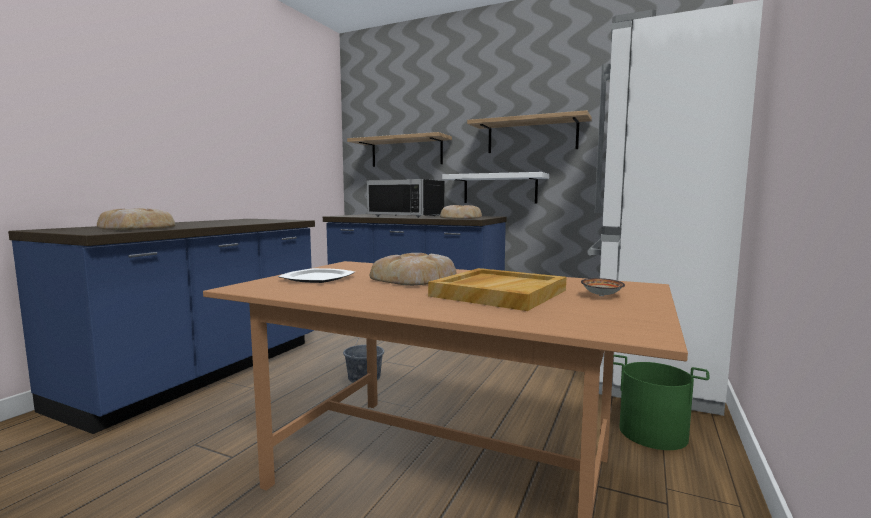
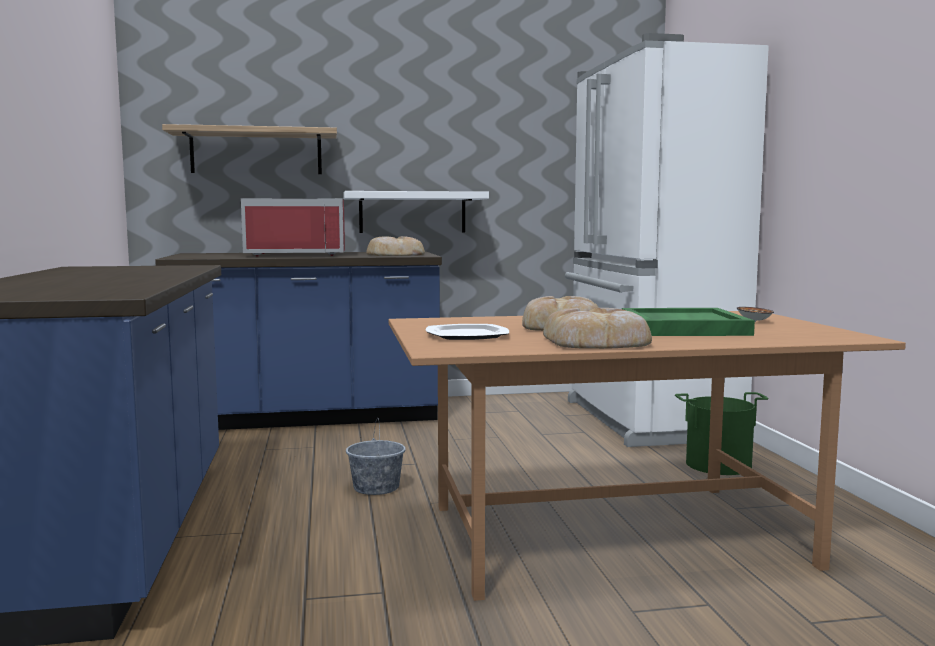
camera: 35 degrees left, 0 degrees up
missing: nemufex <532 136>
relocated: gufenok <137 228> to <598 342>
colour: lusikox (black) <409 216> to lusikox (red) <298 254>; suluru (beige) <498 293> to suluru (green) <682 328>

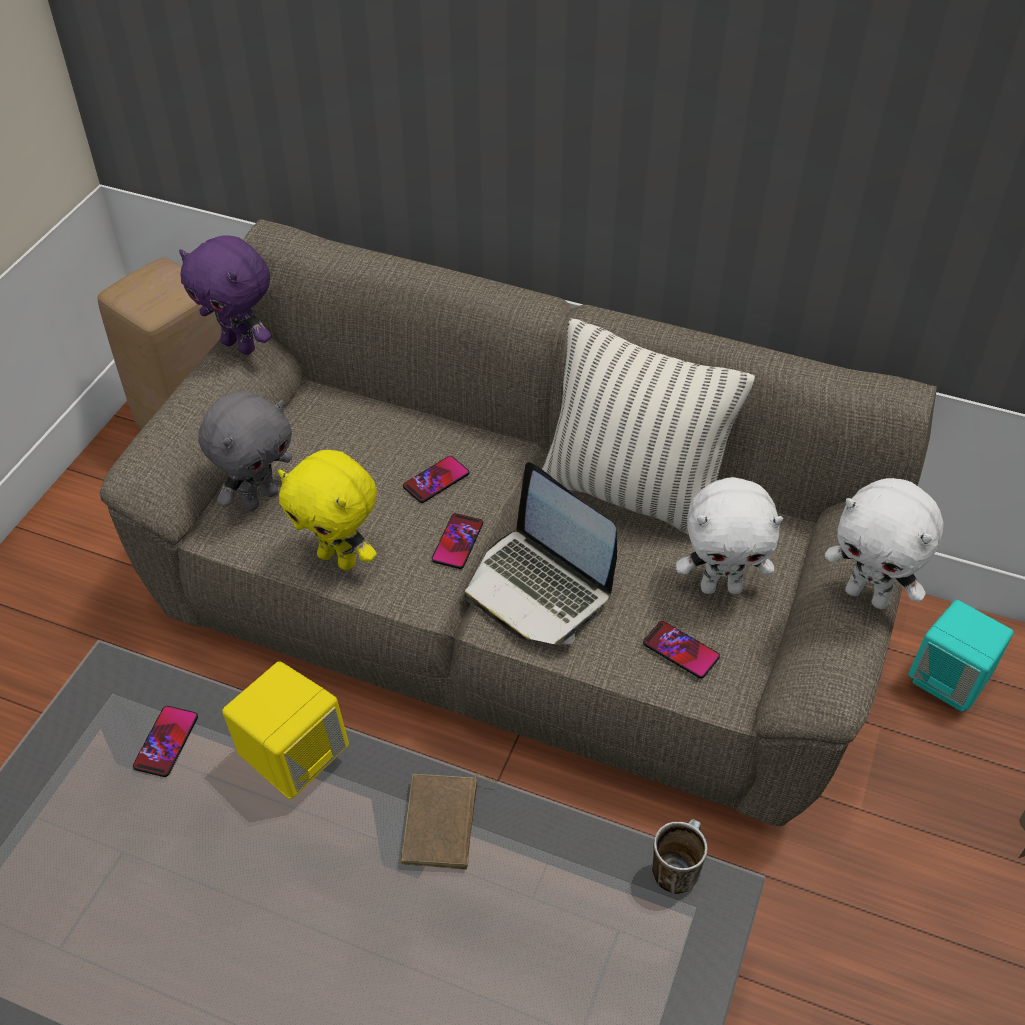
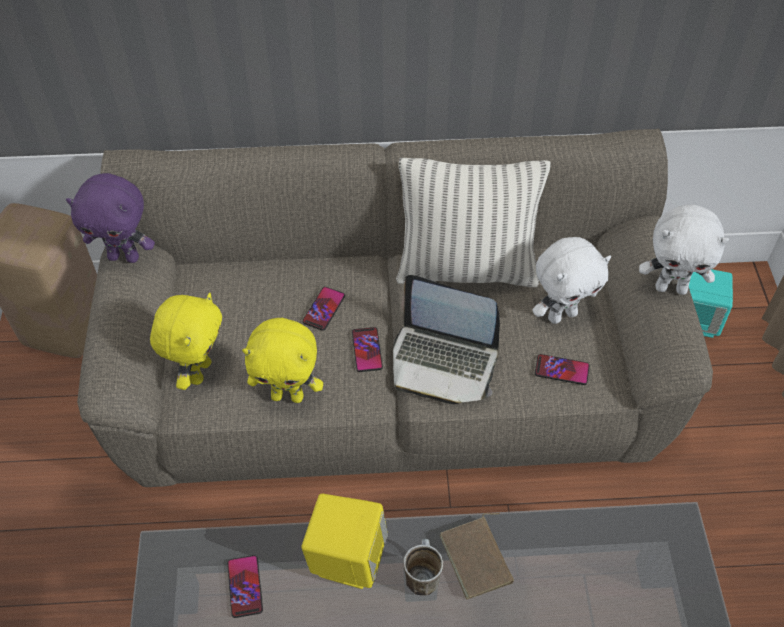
camera: 25 degrees left, 5 degrees up
relocated: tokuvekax <676 868> to <421 575>
colour: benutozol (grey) <259 498> to benutozol (yellow) <198 371>

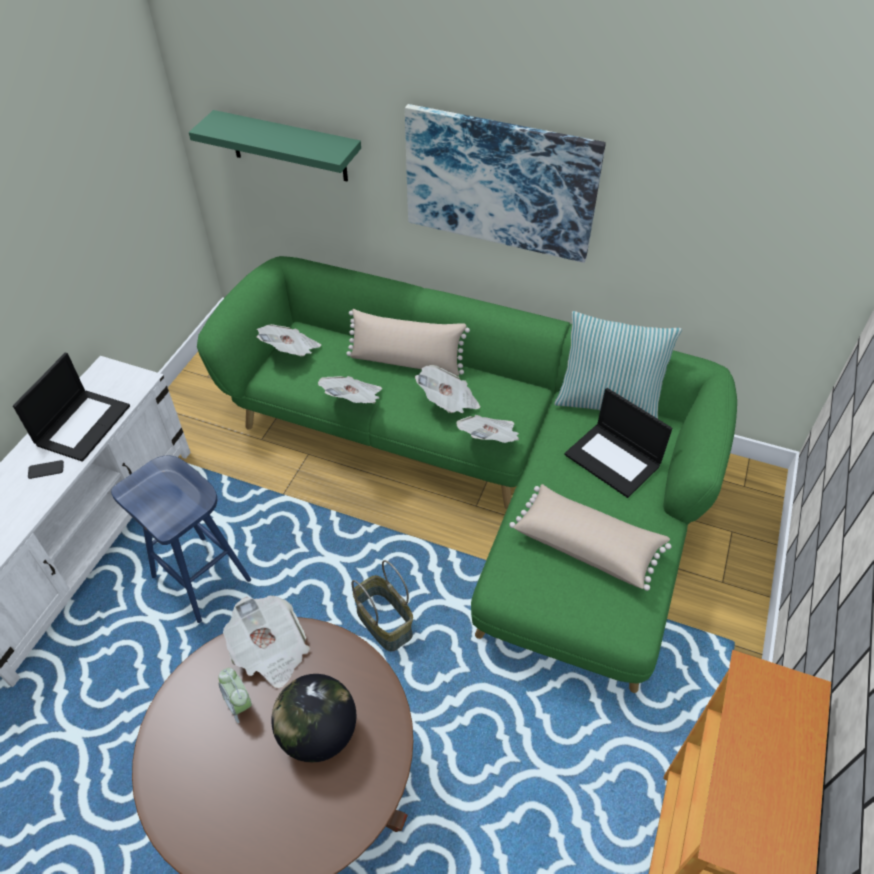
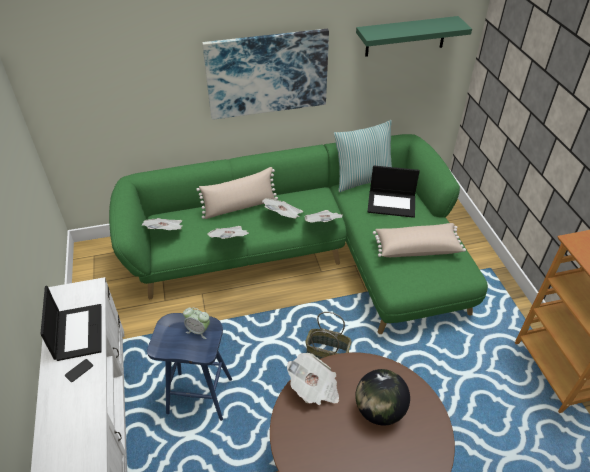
camera: 35 degrees left, 5 degrees down
relocated: nemufex (green) <288 146> to <406 36>; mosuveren <239 703> to <198 330>

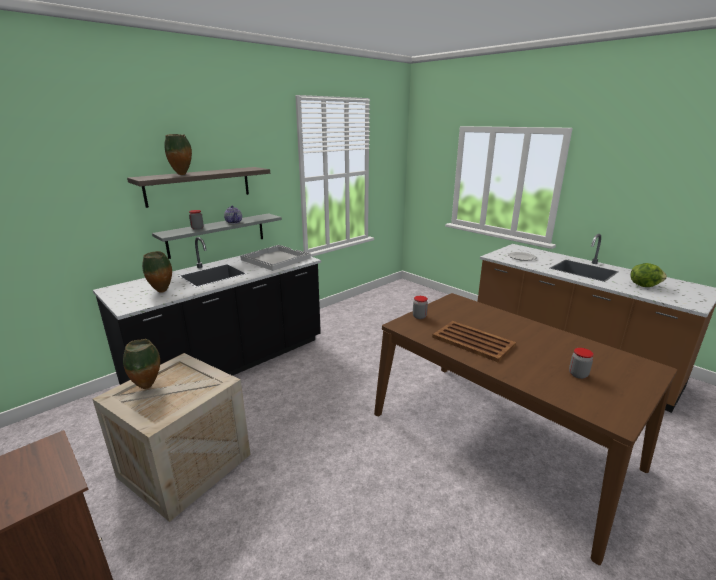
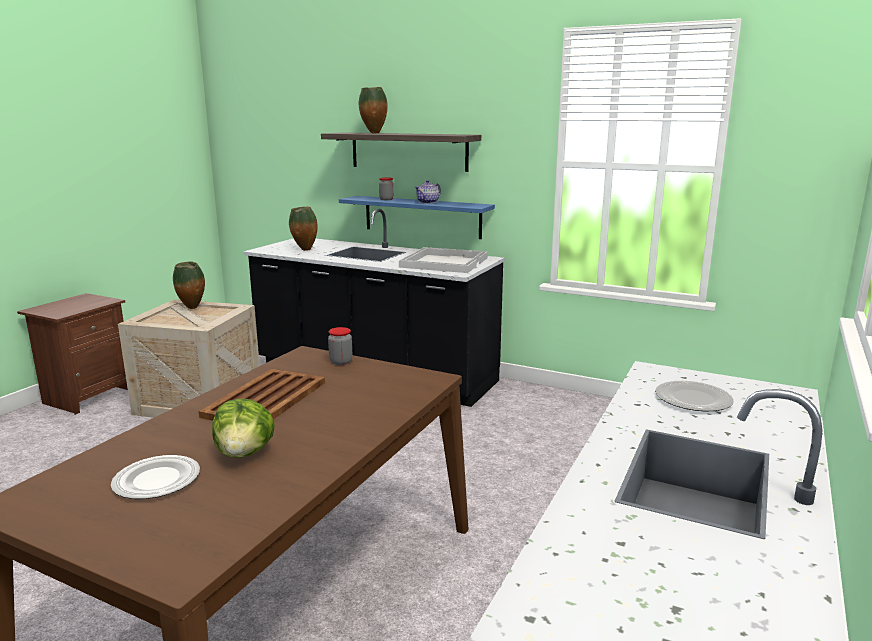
camera: 70 degrees right, 5 degrees down
relocated: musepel <643 285> to <245 453>
exchanged: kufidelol <578 374> to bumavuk <158 480>
colour: nemufex (grey) <217 235> to nemufex (blue) <422 216>

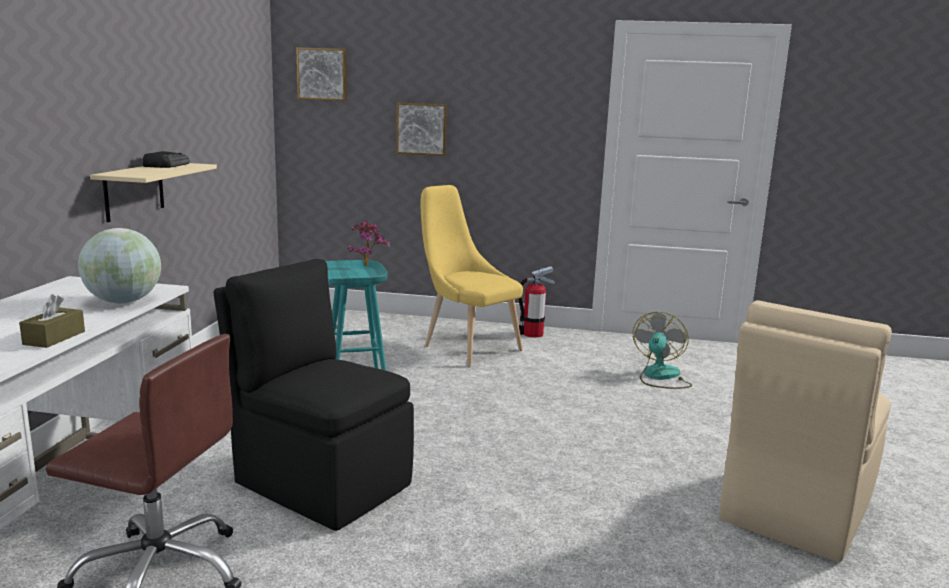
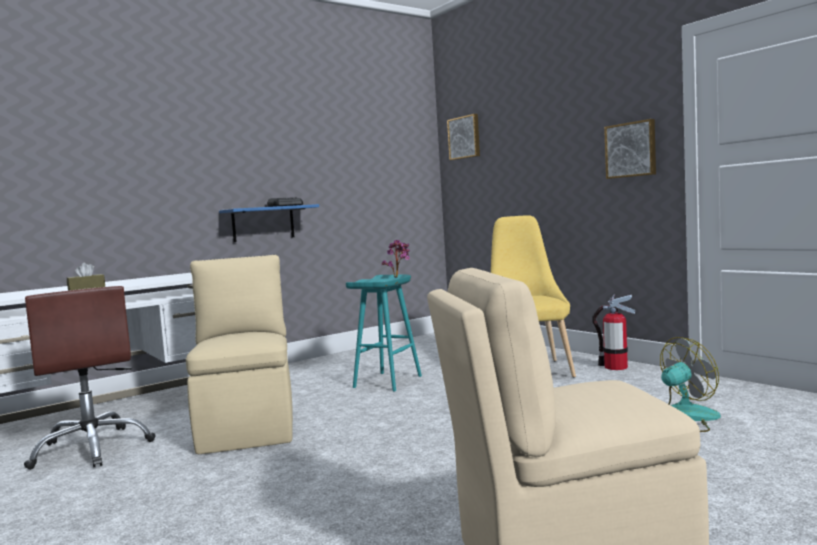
camera: 45 degrees right, 10 degrees down
missing: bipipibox <123 301>
relocated: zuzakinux <422 129> to <631 150>
colour: nemufex (beige) <134 191> to nemufex (blue) <263 223>; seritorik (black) <320 482> to seritorik (beige) <248 428>

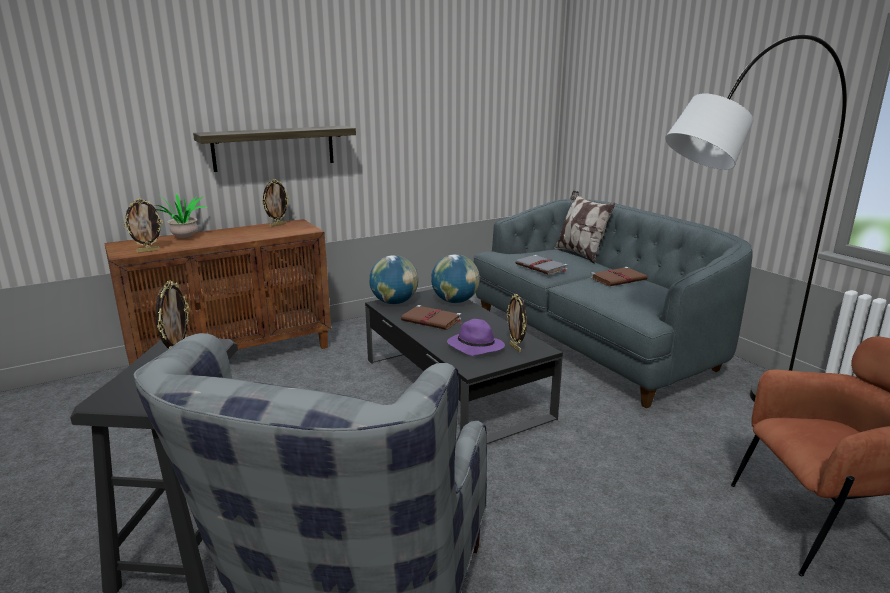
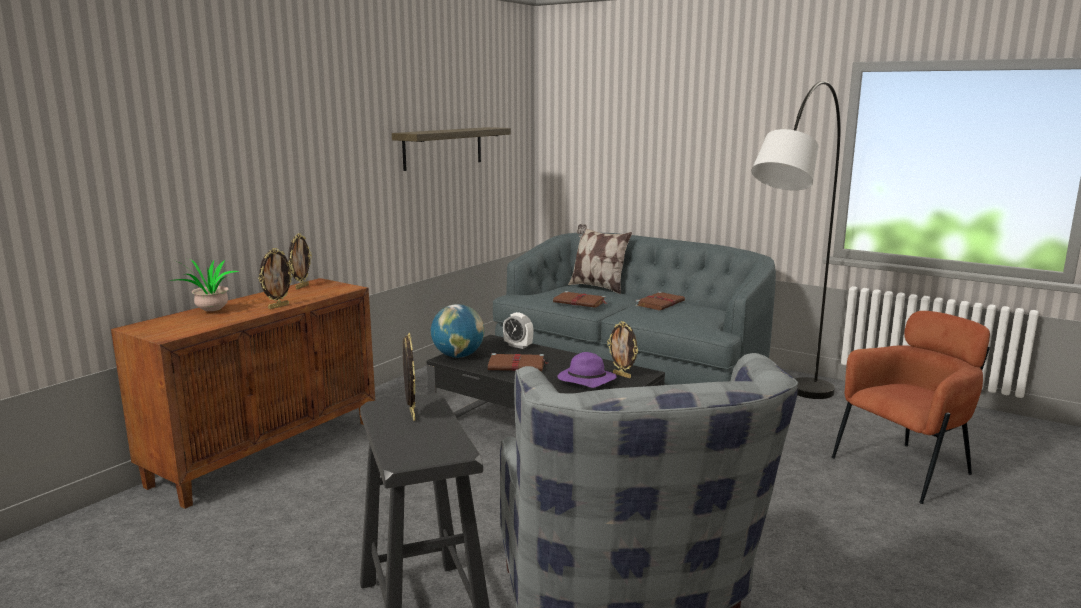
camera: 25 degrees left, 5 degrees down
relocated: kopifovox <148 251> to <278 306>; nemufex <274 148> to <443 148>
exchanged: bipipibox <455 301> to mosuveren <518 346>
colour: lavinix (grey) <542 267> to lavinix (brown) <580 302>

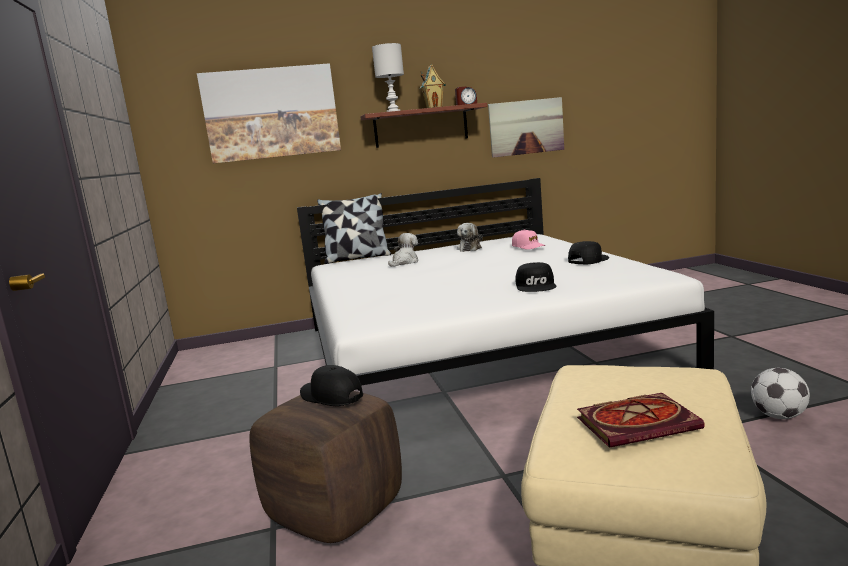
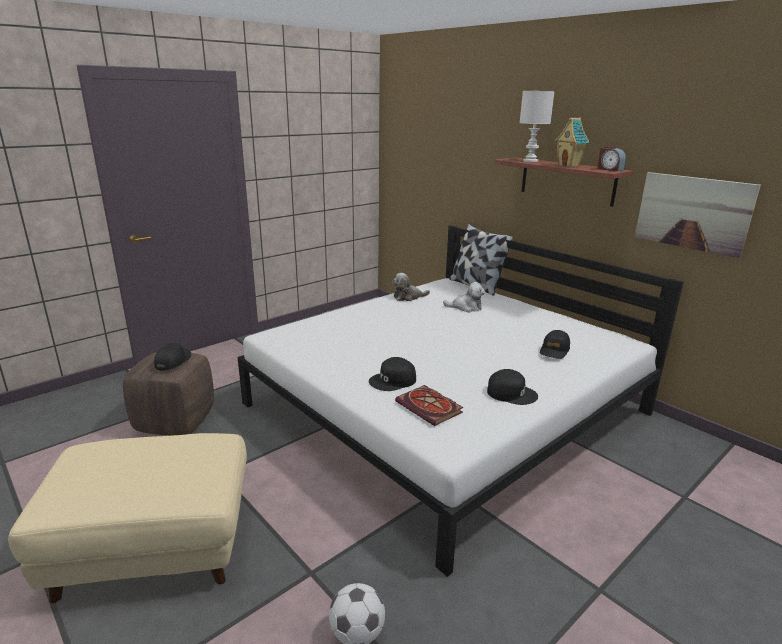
camera: 60 degrees right, 10 degrees up
missing: zuzakinux <271 113>
relocated: benutozol <470 248> to <408 297>; lavinix <639 423> to <430 408>
colour: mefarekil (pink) <528 246> to mefarekil (black) <554 350>

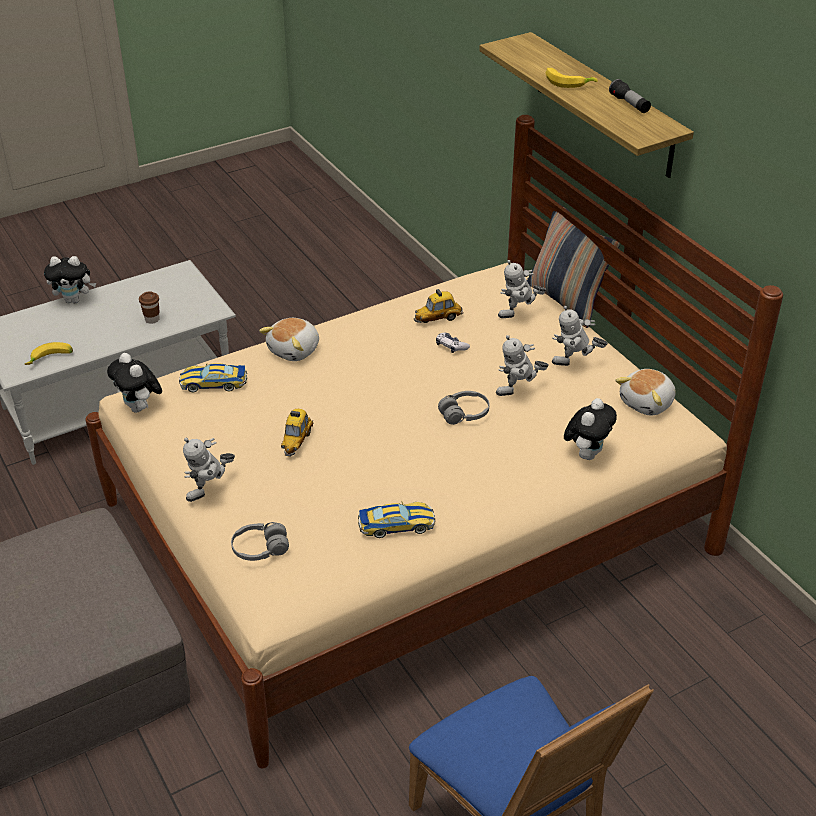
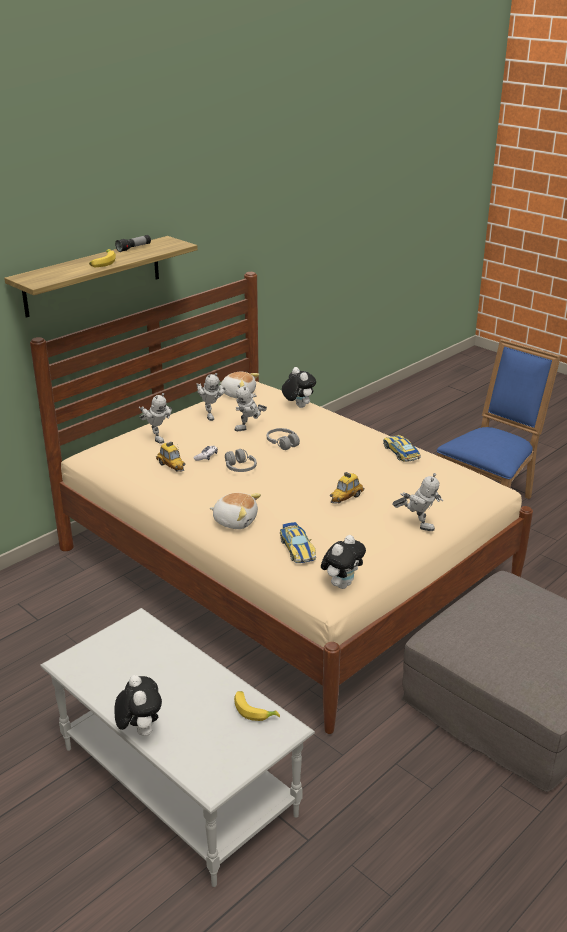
camera: 105 degrees left, 10 degrees down
missing: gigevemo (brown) <152 319>; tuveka <566 301>
relocated: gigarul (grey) <260 549> to <240 468>
spun: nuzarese <297 441> = <346 498> 135 degrees clockwise; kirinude <519 392> = <250 428> 90 degrees clockwise; benutozol <587 454> = <298 406> 45 degrees clockwise

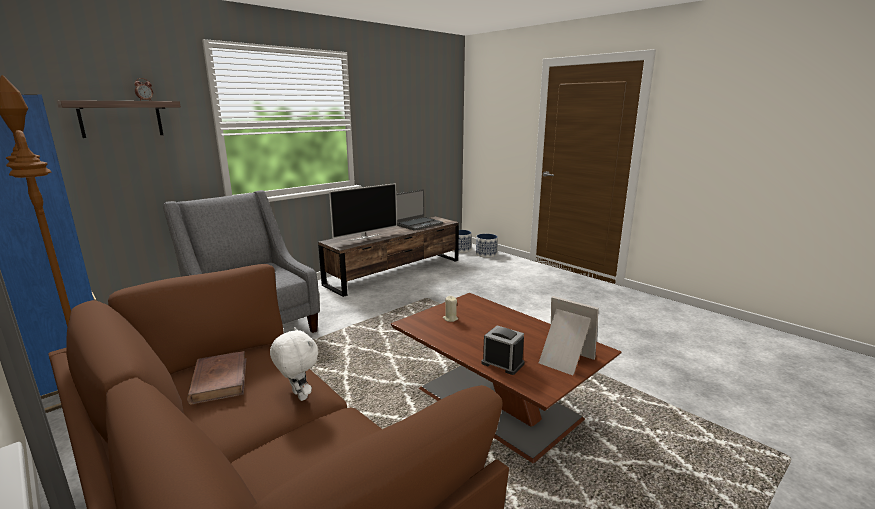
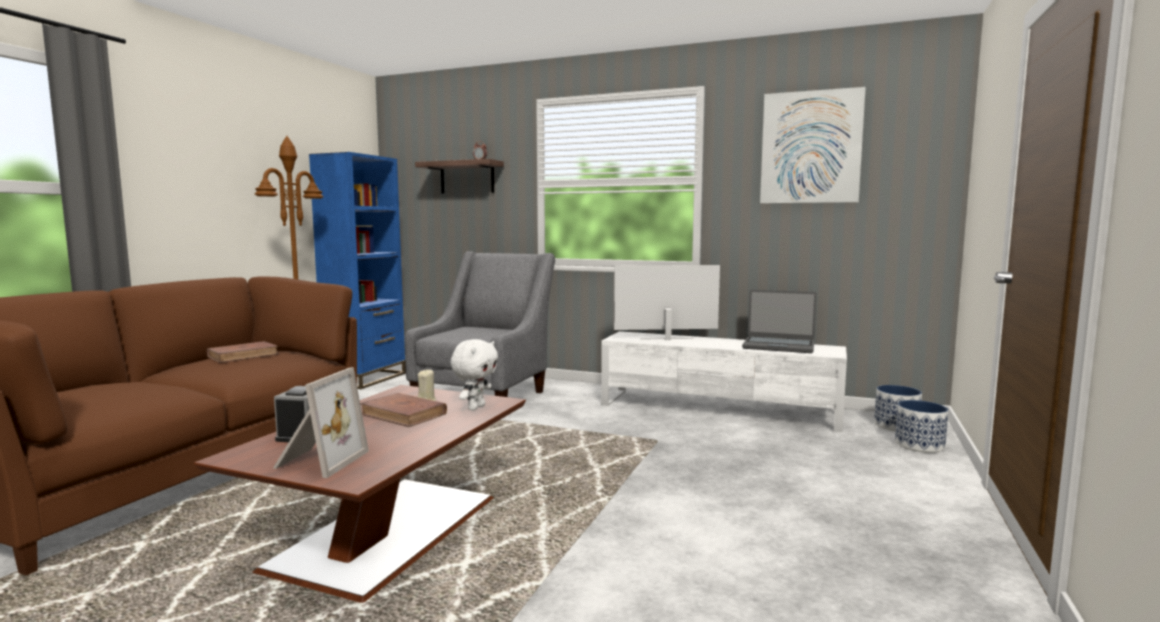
camera: 65 degrees right, 10 degrees down
appeared: lavinix (brown) <404 414>; zuzakinux <810 147>
relocated: benutozol (white) <298 396> to <475 407>
colour: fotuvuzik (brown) <395 272> to fotuvuzik (white) <719 409>
spun: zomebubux <364 237> = <667 339> 150 degrees clockwise

